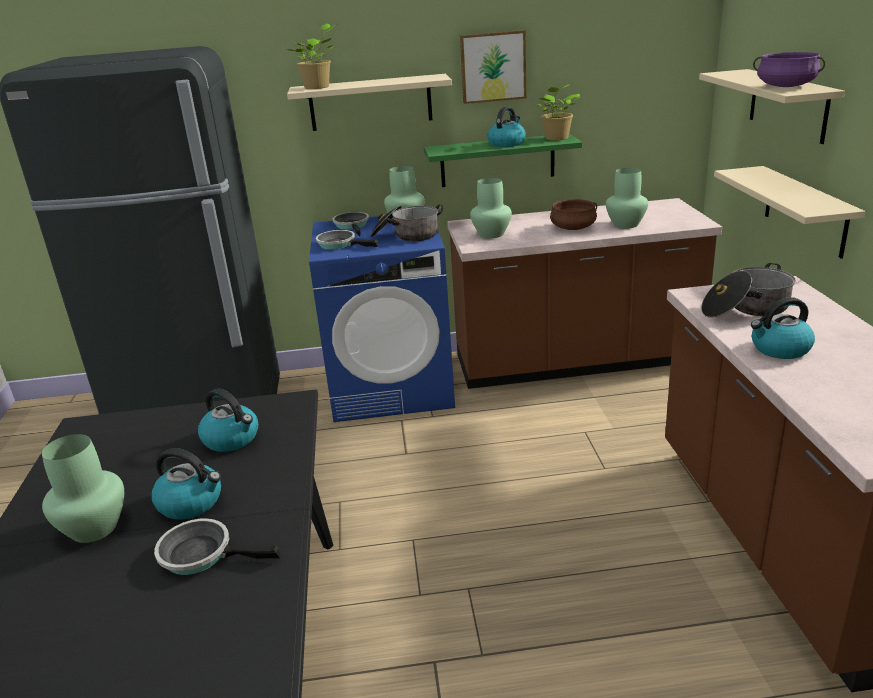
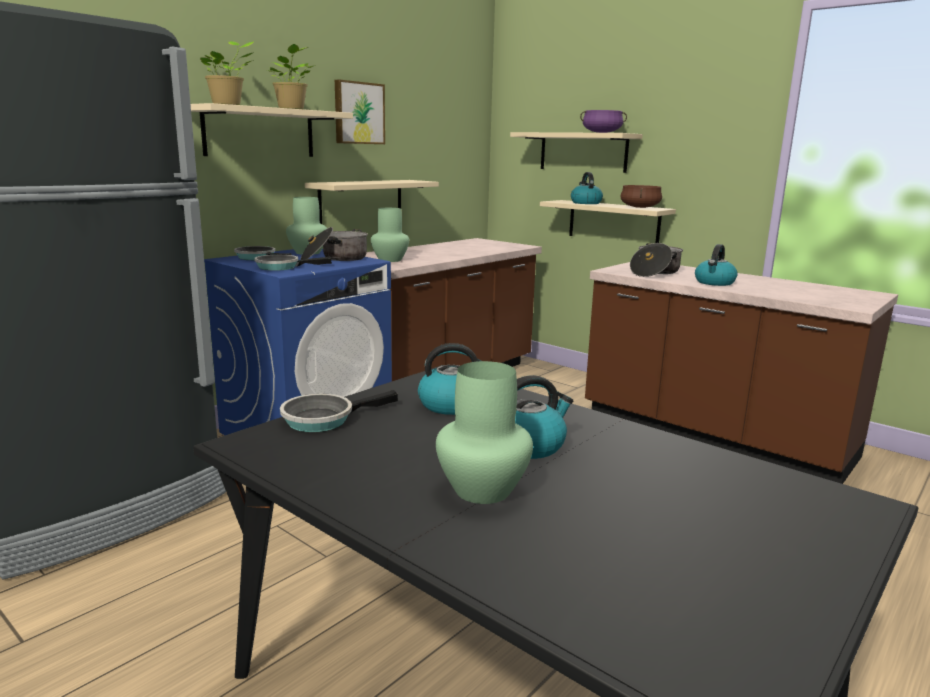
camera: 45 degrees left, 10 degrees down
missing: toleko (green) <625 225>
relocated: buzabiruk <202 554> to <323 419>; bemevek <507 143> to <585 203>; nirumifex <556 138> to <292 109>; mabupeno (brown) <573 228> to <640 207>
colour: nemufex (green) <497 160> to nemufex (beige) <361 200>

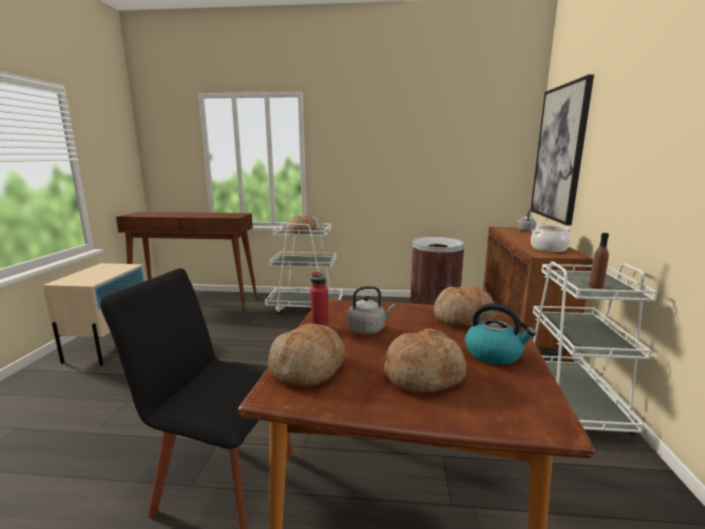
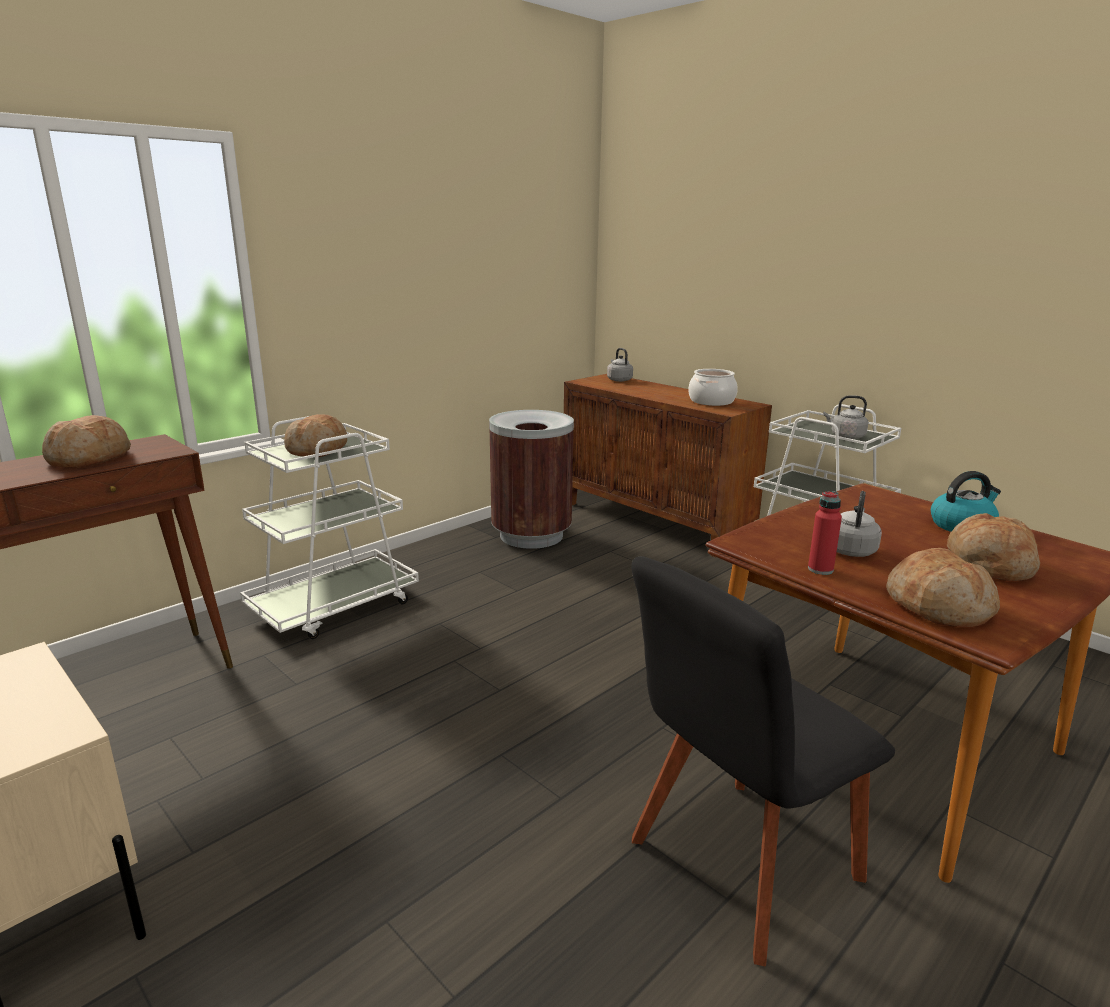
camera: 50 degrees left, 5 degrees up
missing: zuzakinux <559 153>
relocated: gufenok <463 319> to <90 459>
exchanged: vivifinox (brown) <596 287> to bemevek (grey) <845 436>

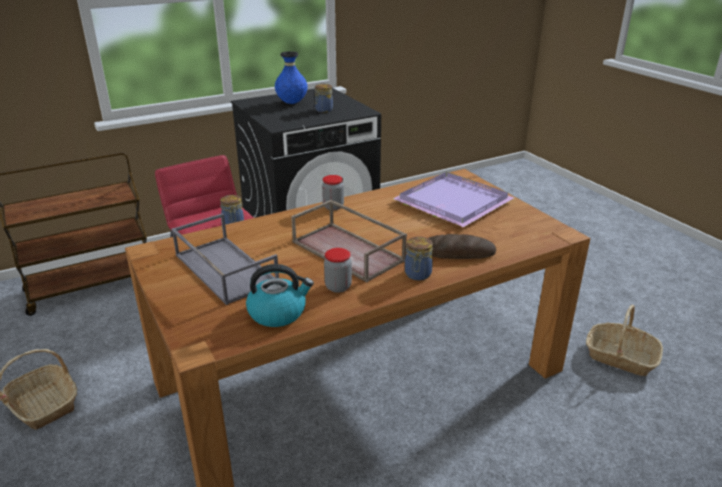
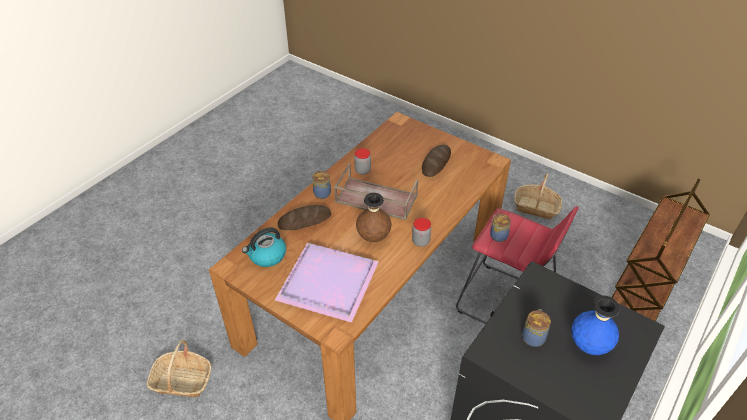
camera: 155 degrees right, 15 degrees up
appeared: toleko (brown) <373 237>
relocated: bemevek <278 313> to <267 256>
exchanged: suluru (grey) <224 269> to gufenok <436 163>

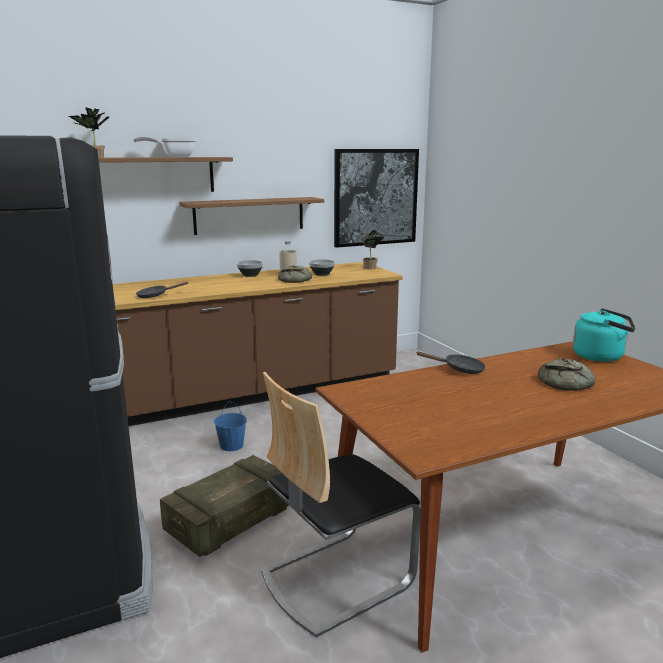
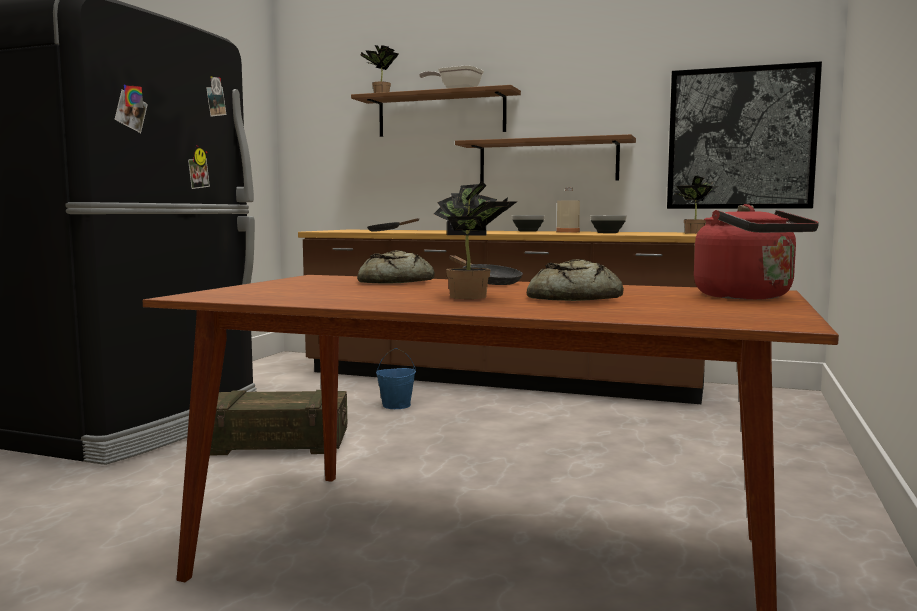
camera: 45 degrees right, 10 degrees down
missing: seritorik <335 577>
appeared: nirumifex <473 297>
relocated: gufenok <296 280> to <393 282>
colour: bemevek (turquoise) <601 356> to bemevek (red) <748 297>

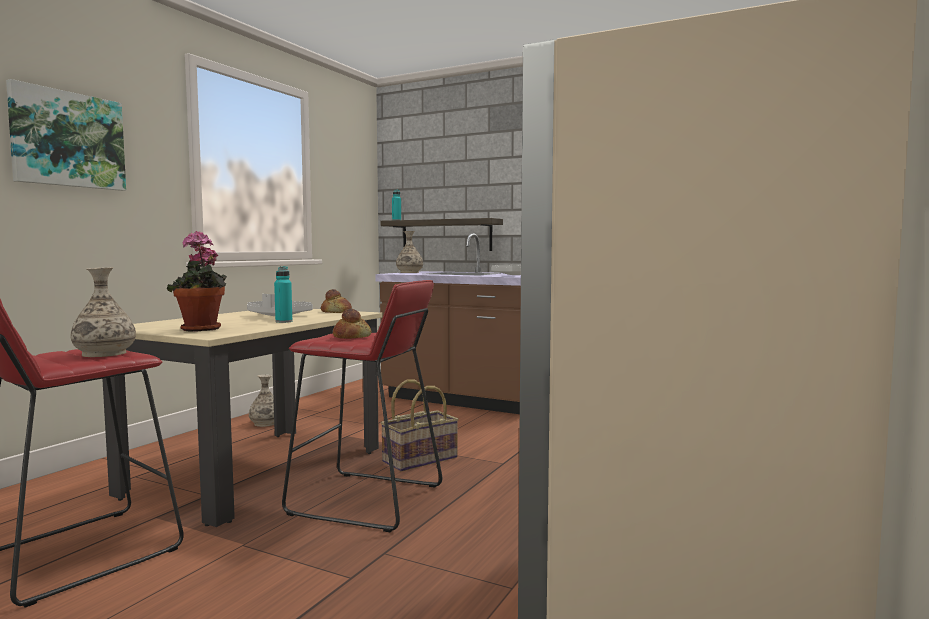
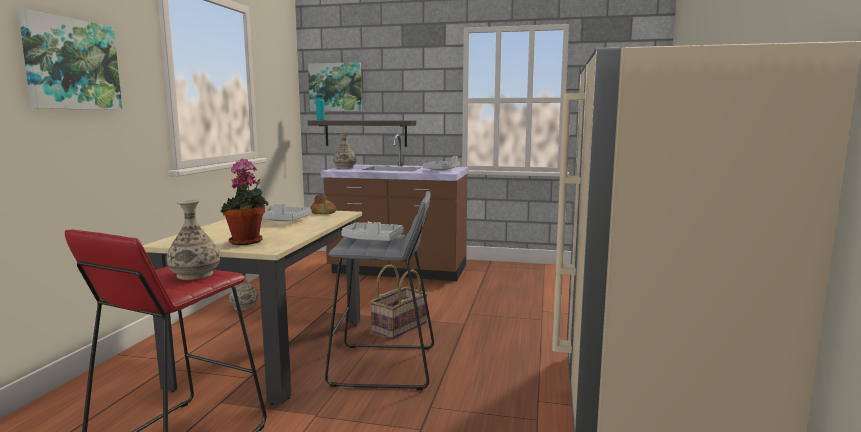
camera: 15 degrees left, 5 degrees up
missing: vivifinox (turquoise) <284 321>
appeared: zuzakinux <336 87>
exchanged: gufenok <351 336> to suluru (grey) <372 240>
colour: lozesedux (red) <366 500> to lozesedux (grey) <384 366>

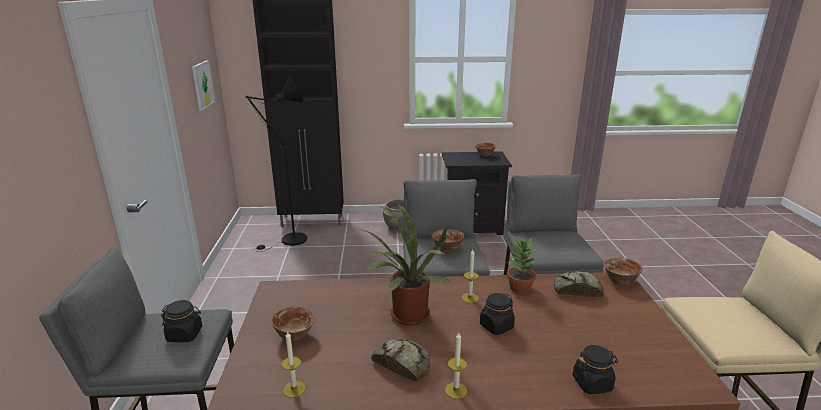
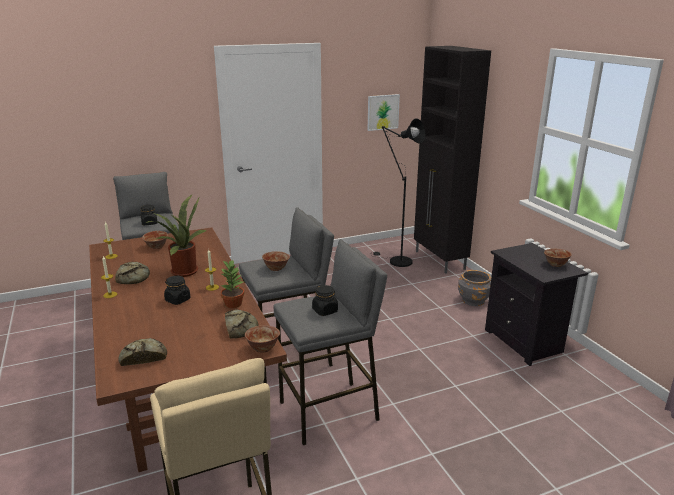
camera: 70 degrees right, 0 degrees up
appeared: gufenok <143 357>
relocated: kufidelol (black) <592 383> to <325 311>

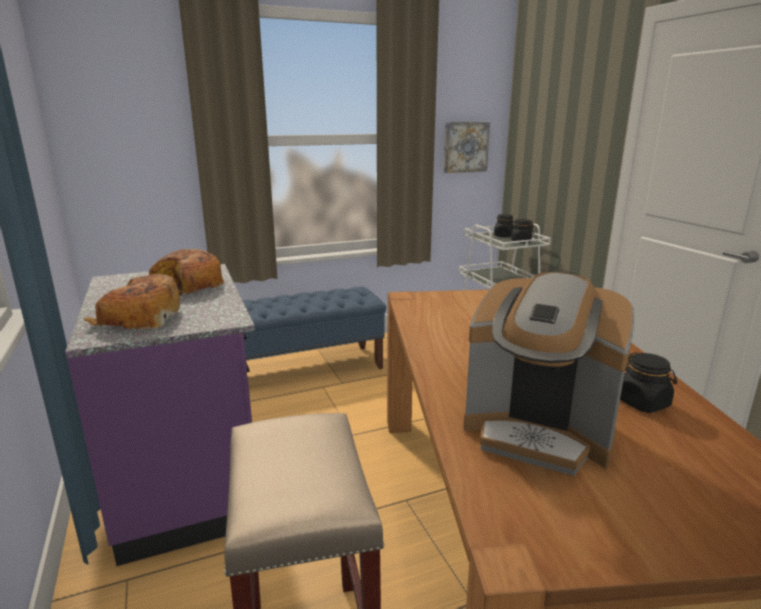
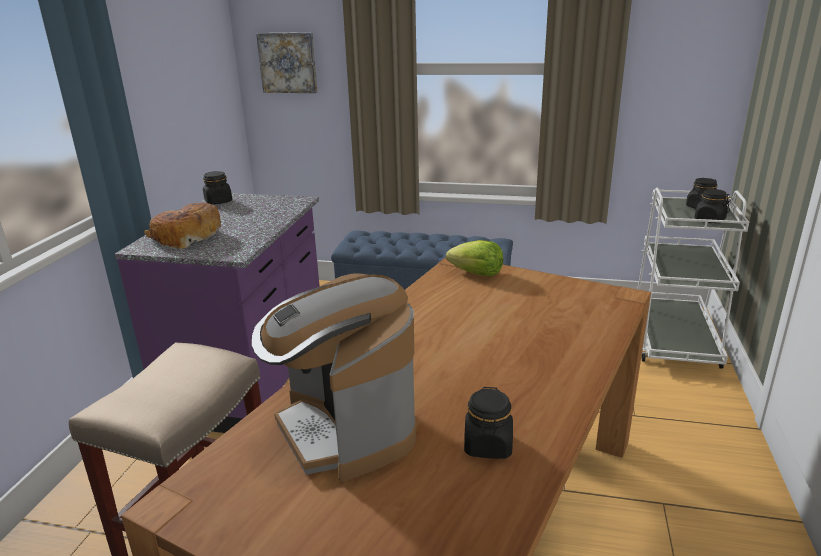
camera: 35 degrees right, 5 degrees up
missing: gufenok <187 287>
appeared: kufidelol (black) <218 201>; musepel <477 274>
relocated: zuzakinux <465 147> to <288 62>

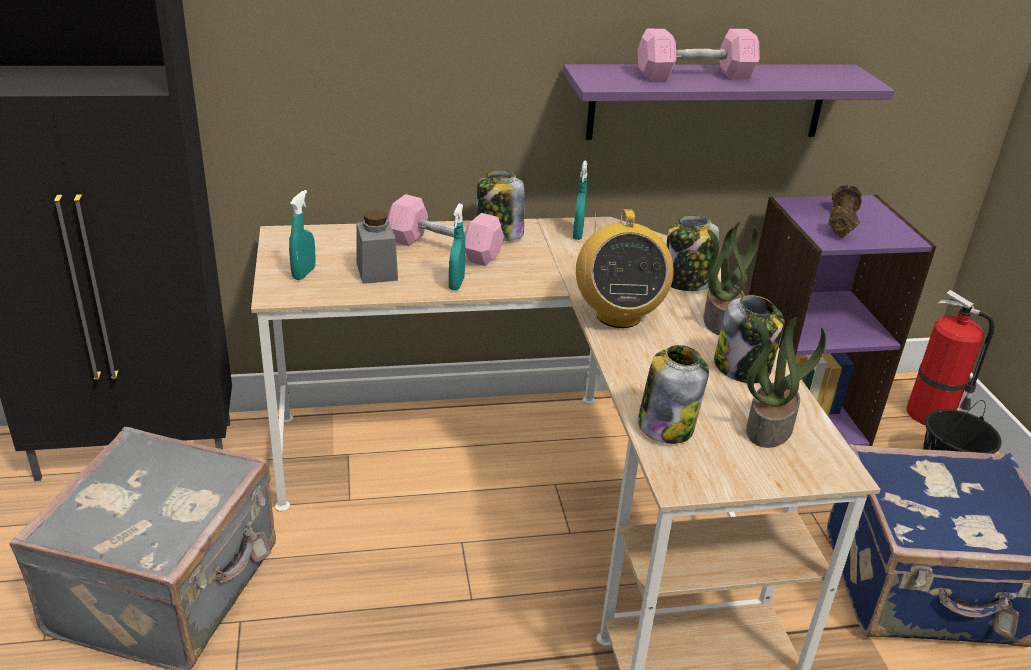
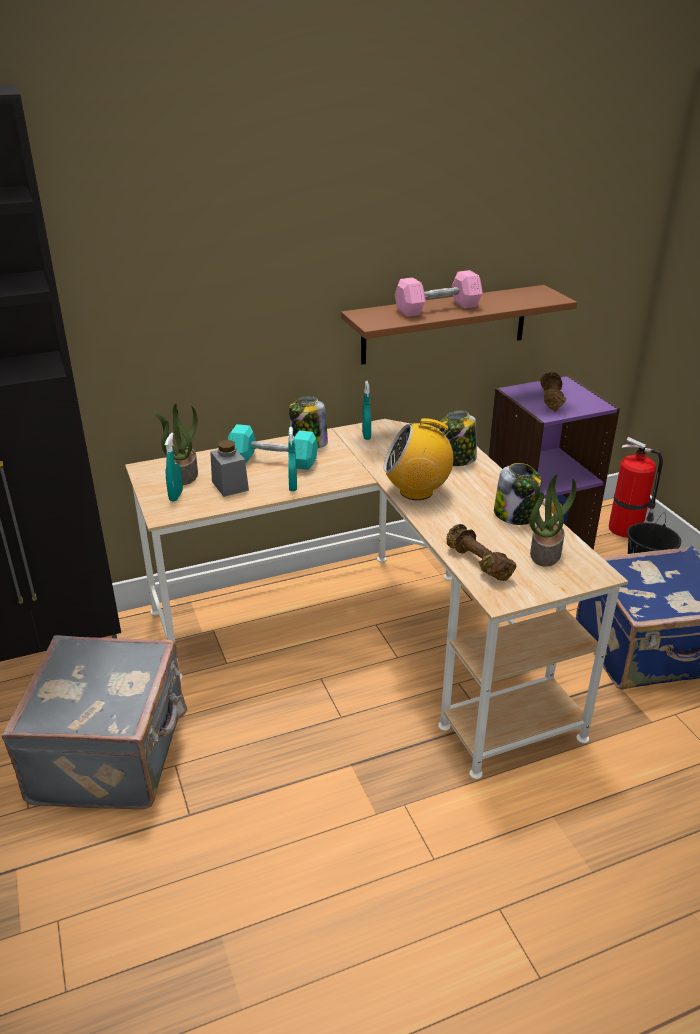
camera: 10 degrees left, 0 degrees up
relocated: nirumifex <720 320> to <184 474>
exchanged: kufidelol <666 426> to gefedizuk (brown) <477 563>
colour: gefedizuk (pink) <444 248> to gefedizuk (turquoise) <273 461>; nemufex (purple) <707 101> to nemufex (brown) <445 324>
spun: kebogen <618 315> = <417 491> 105 degrees clockwise

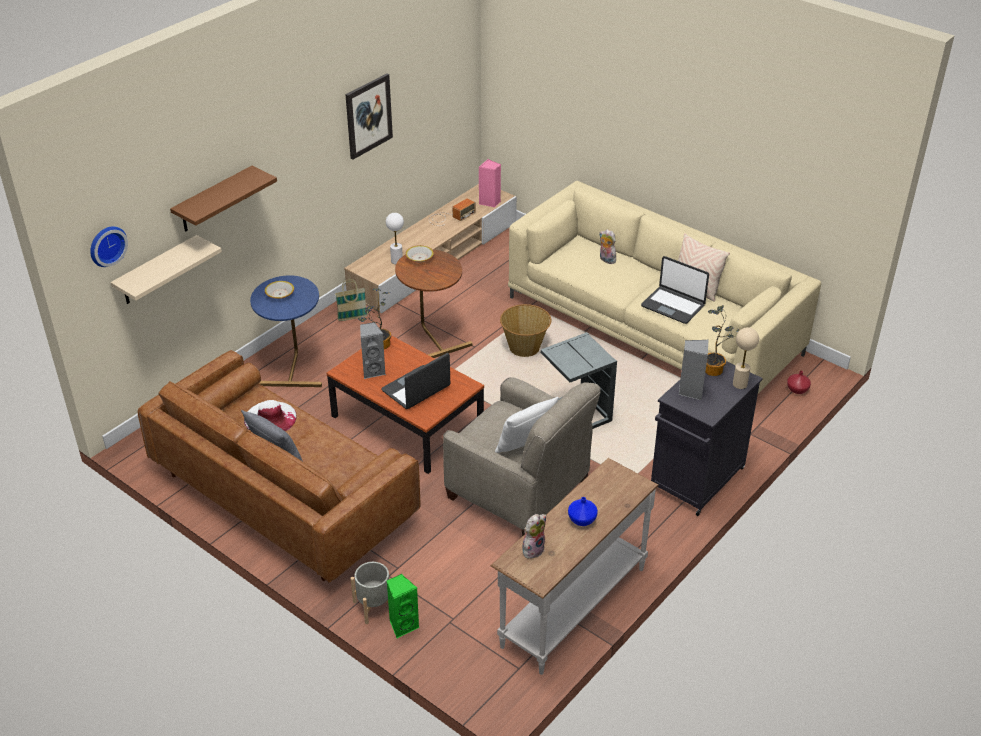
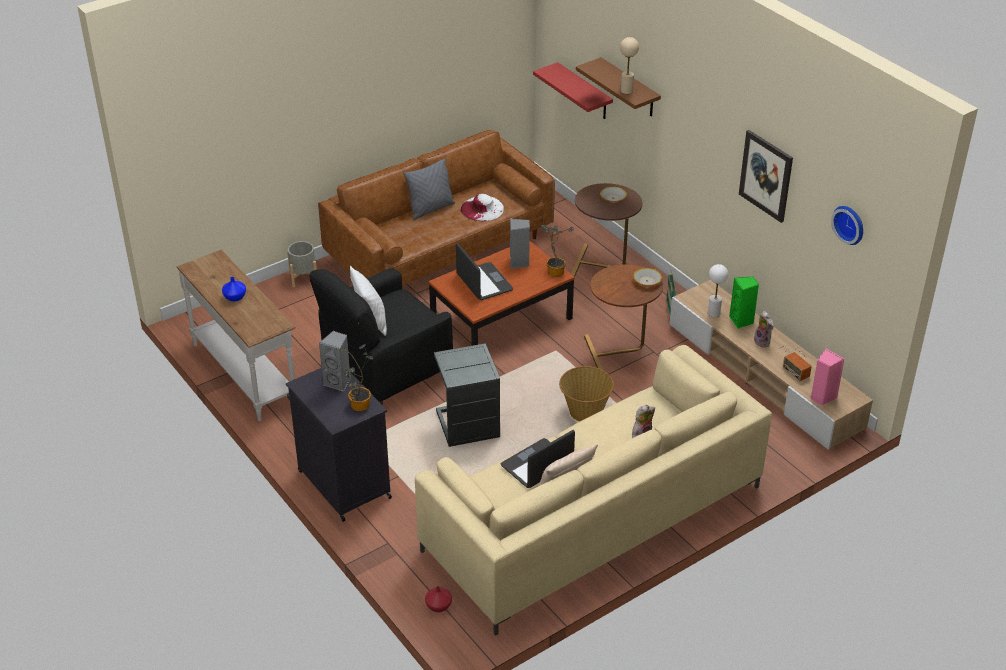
camera: 105 degrees right, 0 degrees up
relocated: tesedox <106 245> to <850 224>; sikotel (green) <403 625> to <741 321>; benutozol <533 549> to <763 342>; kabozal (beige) <740 384> to <626 91>
colour: nemufex (beige) <157 271> to nemufex (red) <584 92>; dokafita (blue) <293 367> to dokafita (brown) <603 267>; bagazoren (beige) <519 490> to bagazoren (black) <385 370>

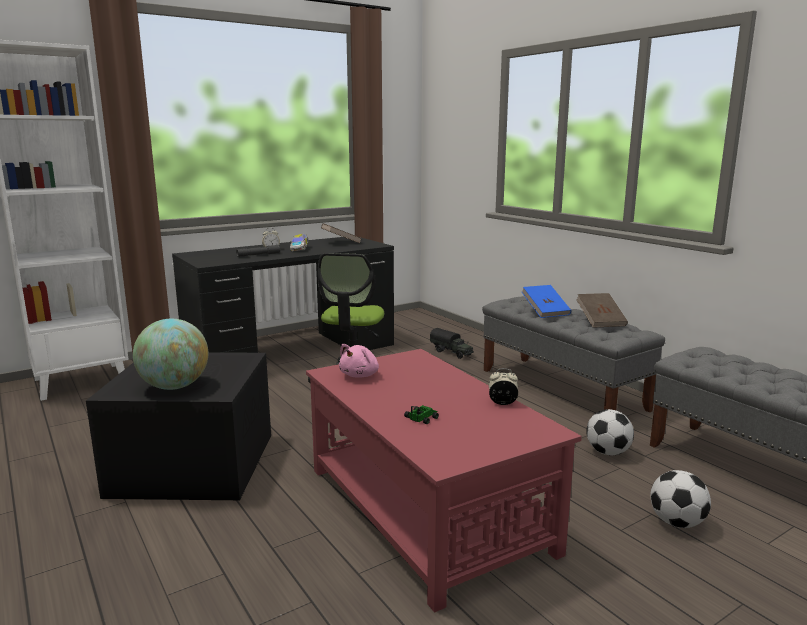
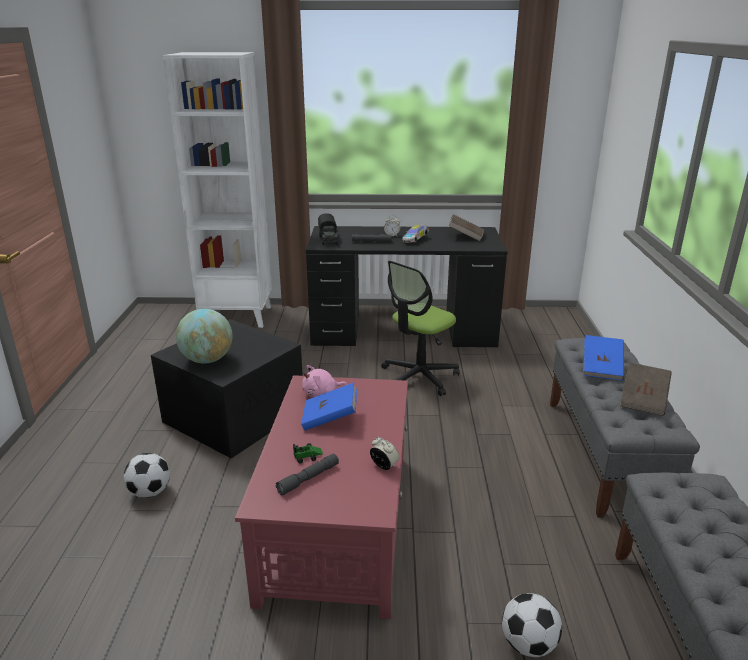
camera: 35 degrees right, 10 degrees up
appeared: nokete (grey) <308 478>; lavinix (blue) <330 419>
relocated: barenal <452 353> to <328 239>; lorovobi <607 452> to <150 492>

